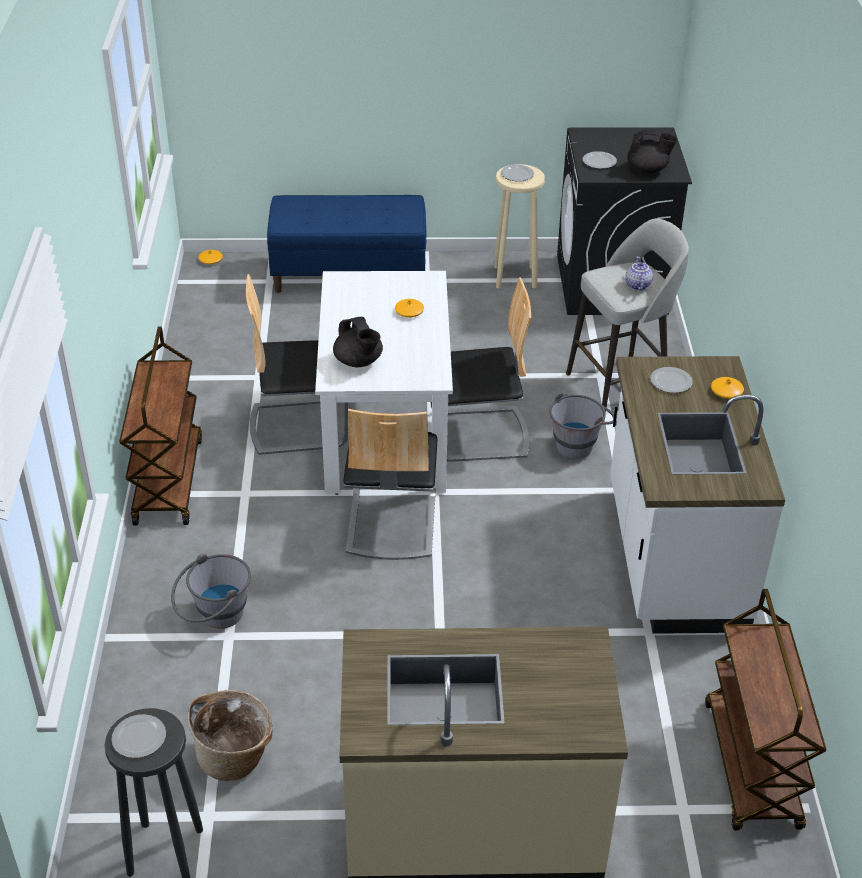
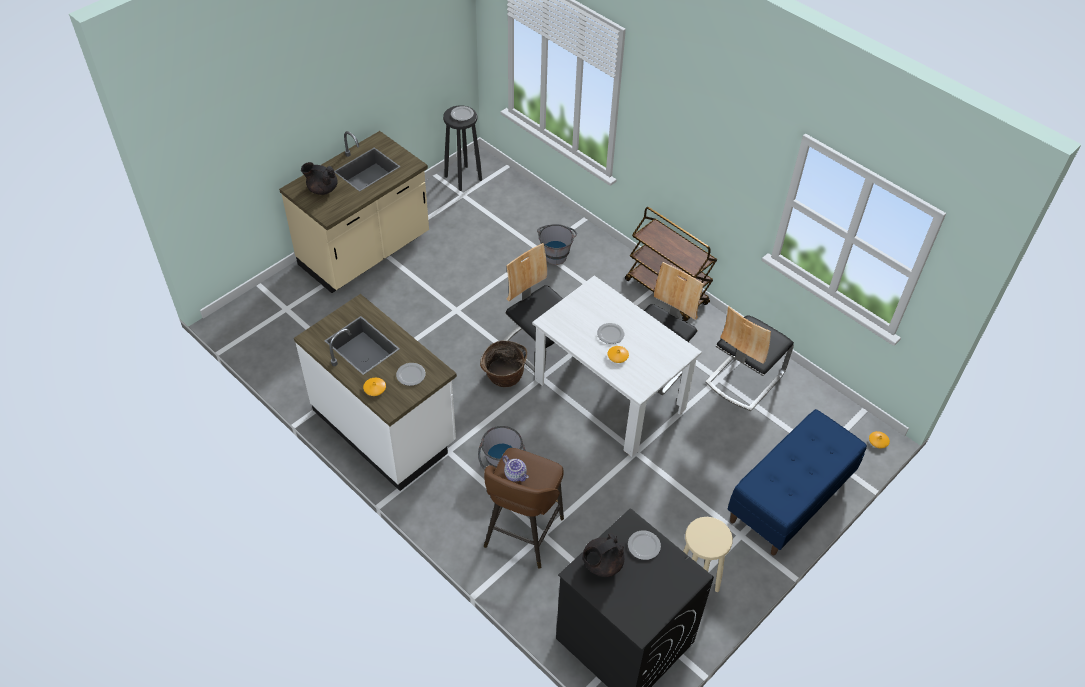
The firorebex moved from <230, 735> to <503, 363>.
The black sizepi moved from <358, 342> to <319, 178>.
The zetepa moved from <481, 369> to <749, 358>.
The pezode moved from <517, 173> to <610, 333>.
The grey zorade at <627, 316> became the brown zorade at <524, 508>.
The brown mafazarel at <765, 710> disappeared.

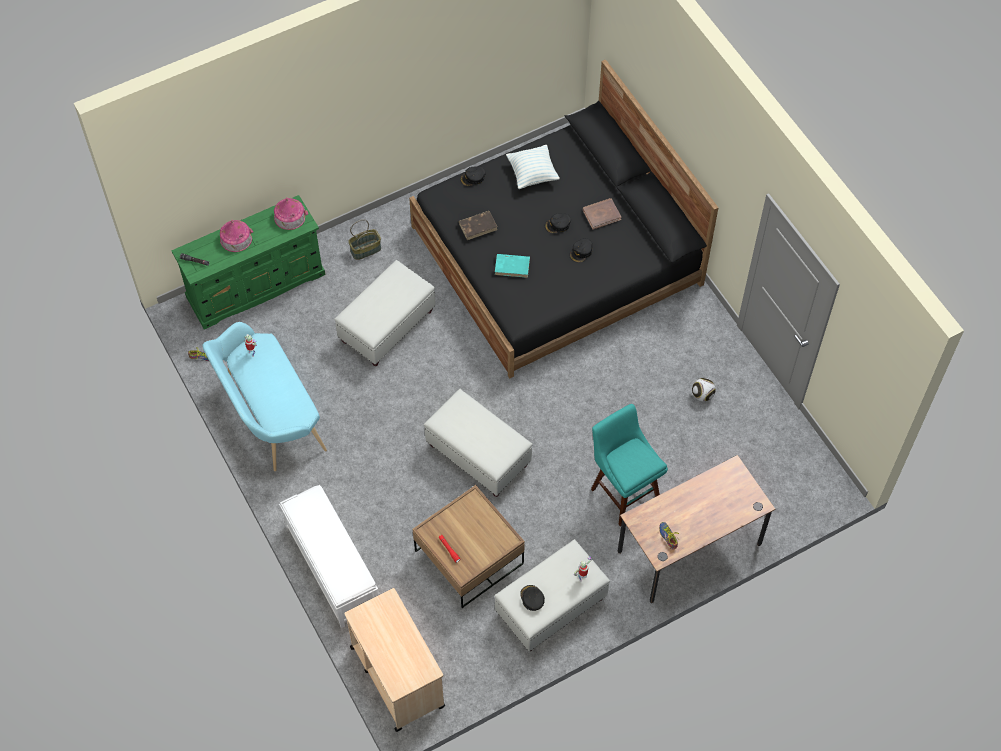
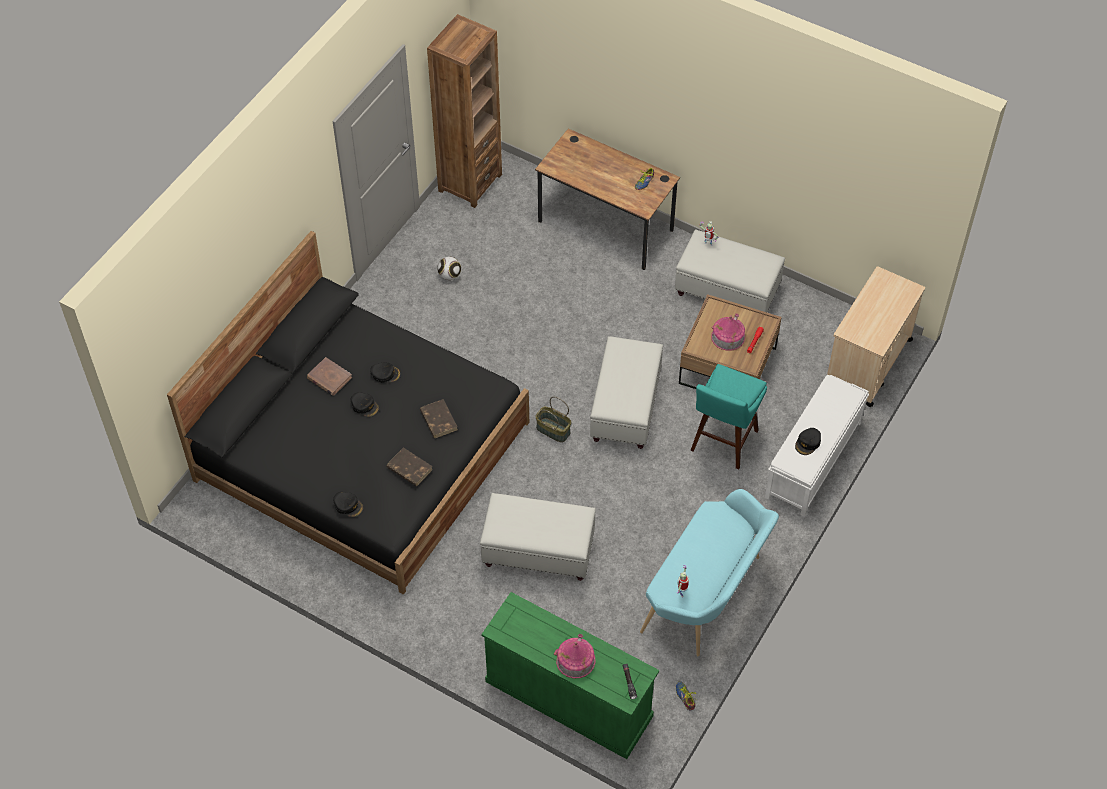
The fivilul moved from <291, 213> to <728, 332>.
The firorebex moved from <364, 240> to <553, 419>.
The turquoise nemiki at <512, 266> became the brown nemiki at <439, 418>.
The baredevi at <533, 167> disappeared.
The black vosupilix moved from <532, 598> to <808, 441>.
The turquoise zorade moved from <629, 465> to <728, 417>.
The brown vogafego at <464, 111> appeared.

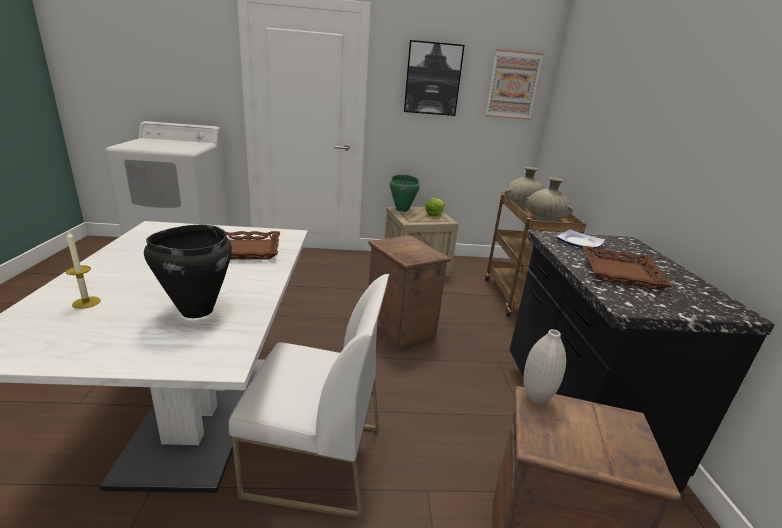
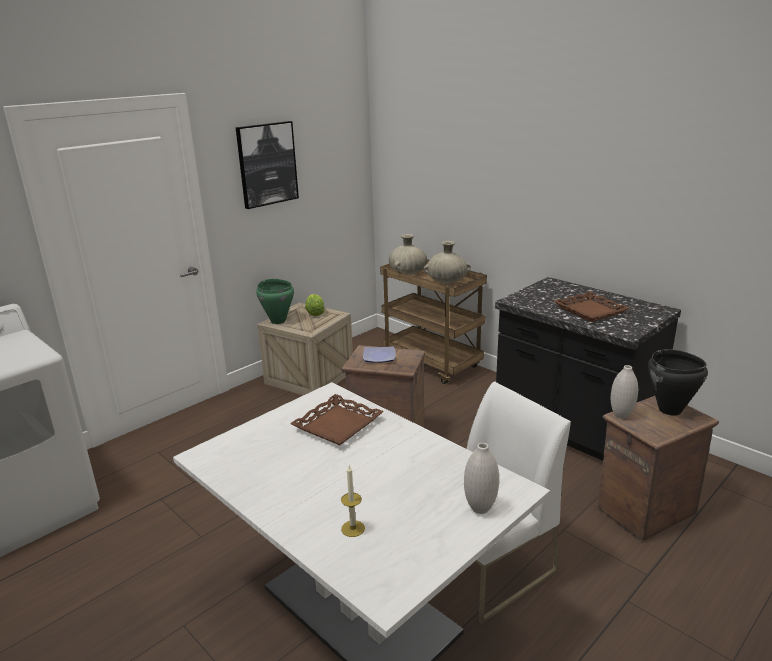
The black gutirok moved from <188, 271> to <678, 382>.
The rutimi at <514, 84> disappeared.
The pezode moved from <580, 239> to <379, 354>.
The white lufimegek at <481, 478> appeared.

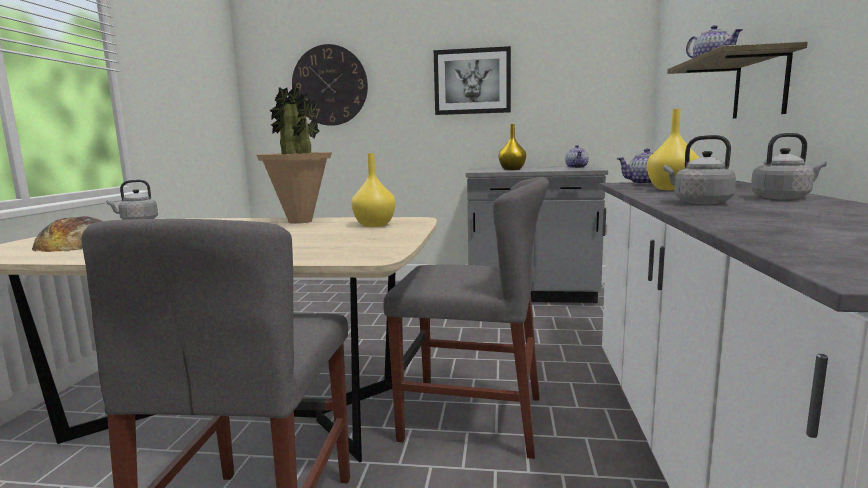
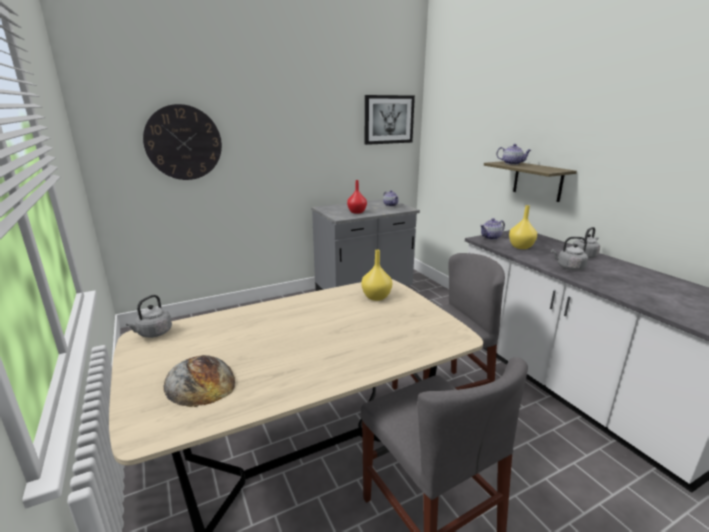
The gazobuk at <294, 153> disappeared.
The rutimi moved from <472, 80> to <389, 120>.
The yellow lufimegek at <512, 147> became the red lufimegek at <357, 197>.

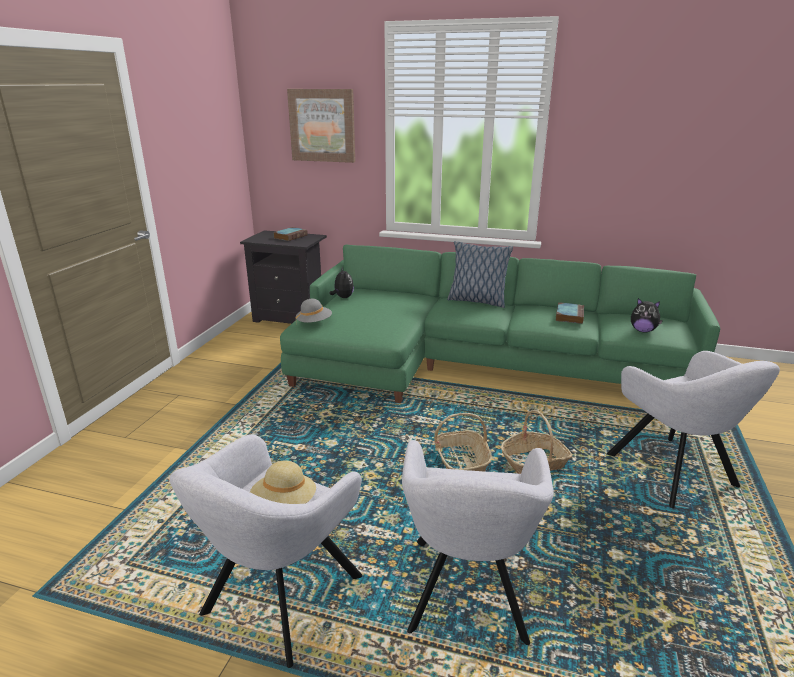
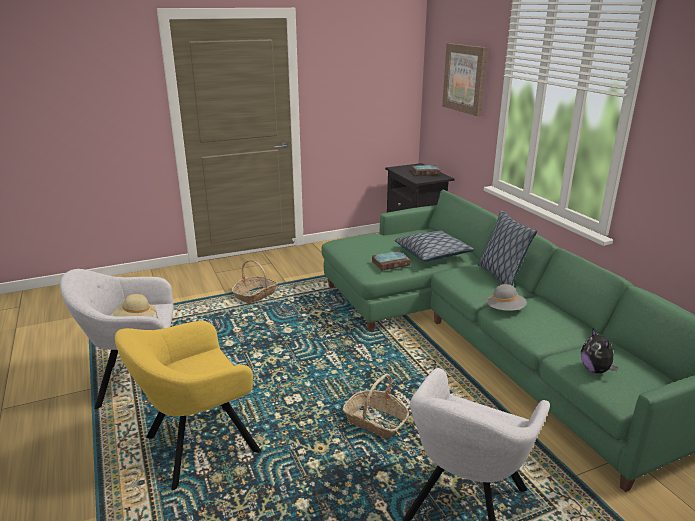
The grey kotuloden moved from <314, 311> to <506, 297>.
The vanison at <342, 283> disappeared.
The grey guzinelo at <478, 542> became the yellow guzinelo at <188, 405>.
The firorebex moved from <463, 442> to <255, 282>.
The nemiki moved from <570, 313> to <390, 261>.
The baredevi at <434, 246> appeared.

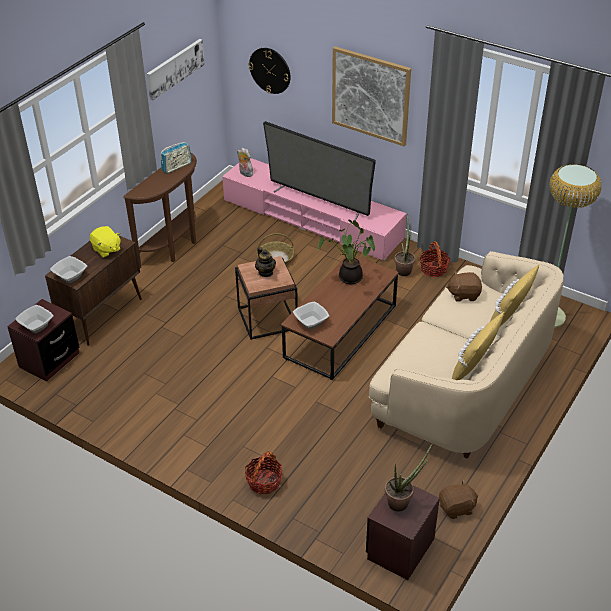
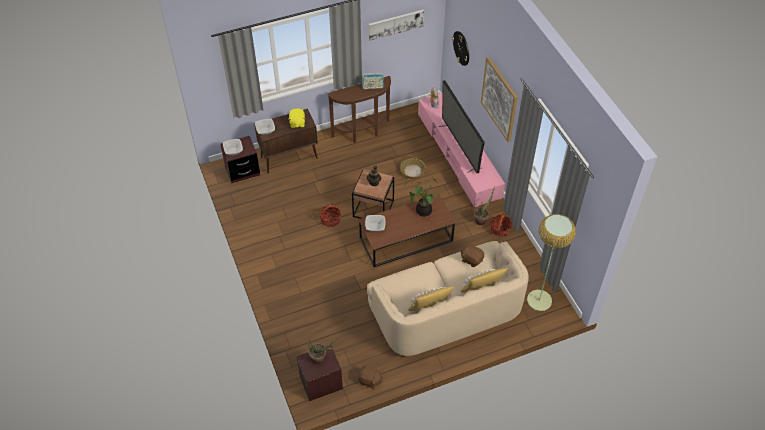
The firorebex moved from <264, 473> to <330, 216>.

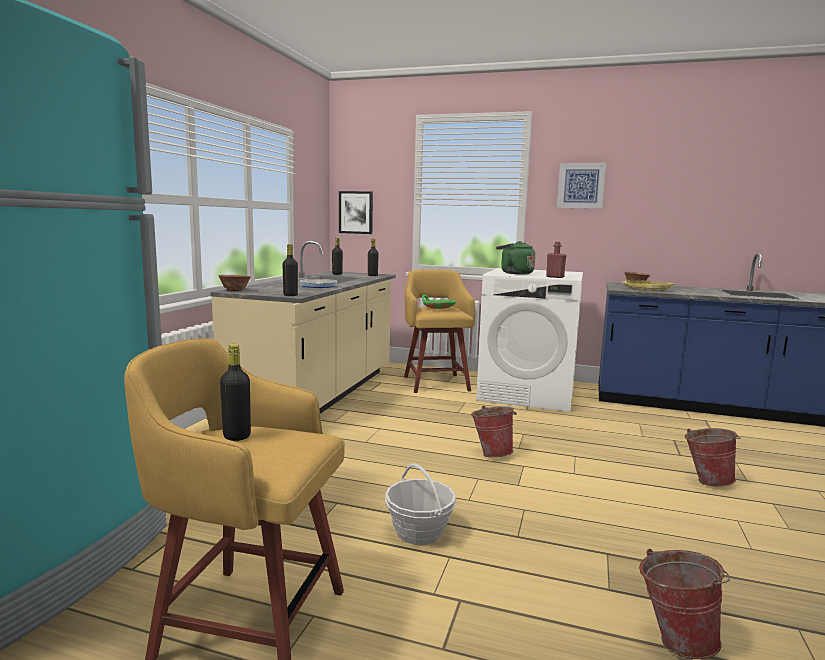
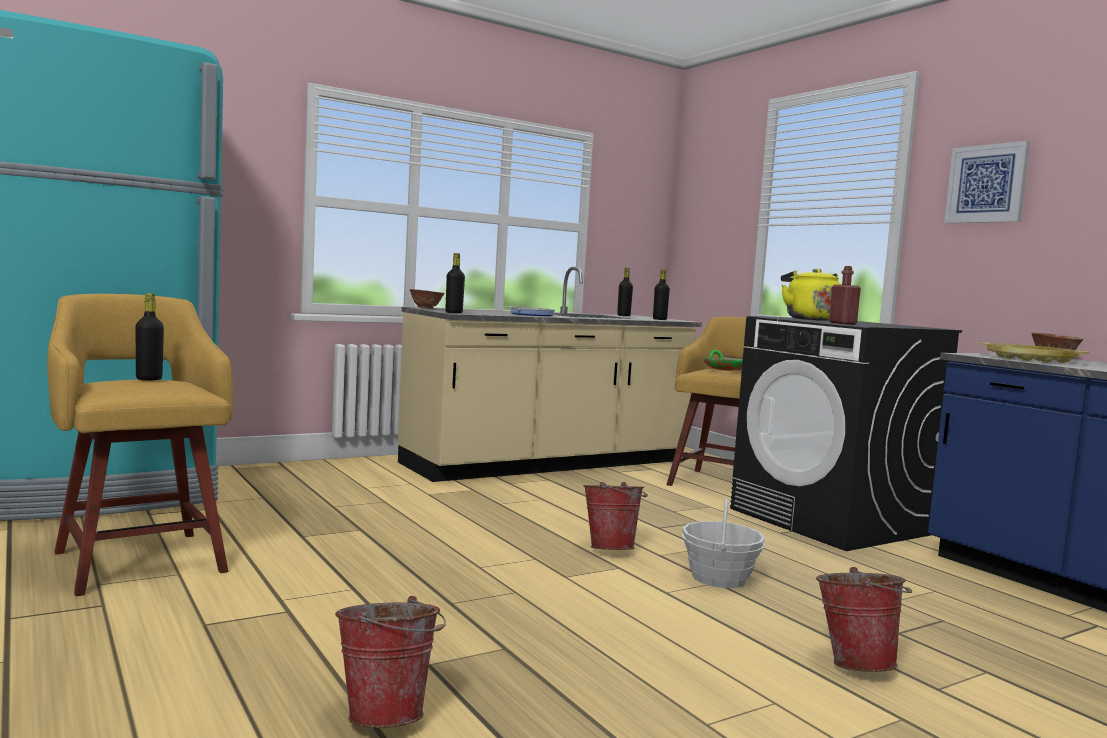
The rutimi at <356, 212> disappeared.
The firorebex moved from <420, 504> to <723, 543>.
The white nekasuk at <529, 340> became the black nekasuk at <846, 433>.
The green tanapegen at <516, 257> became the yellow tanapegen at <811, 295>.

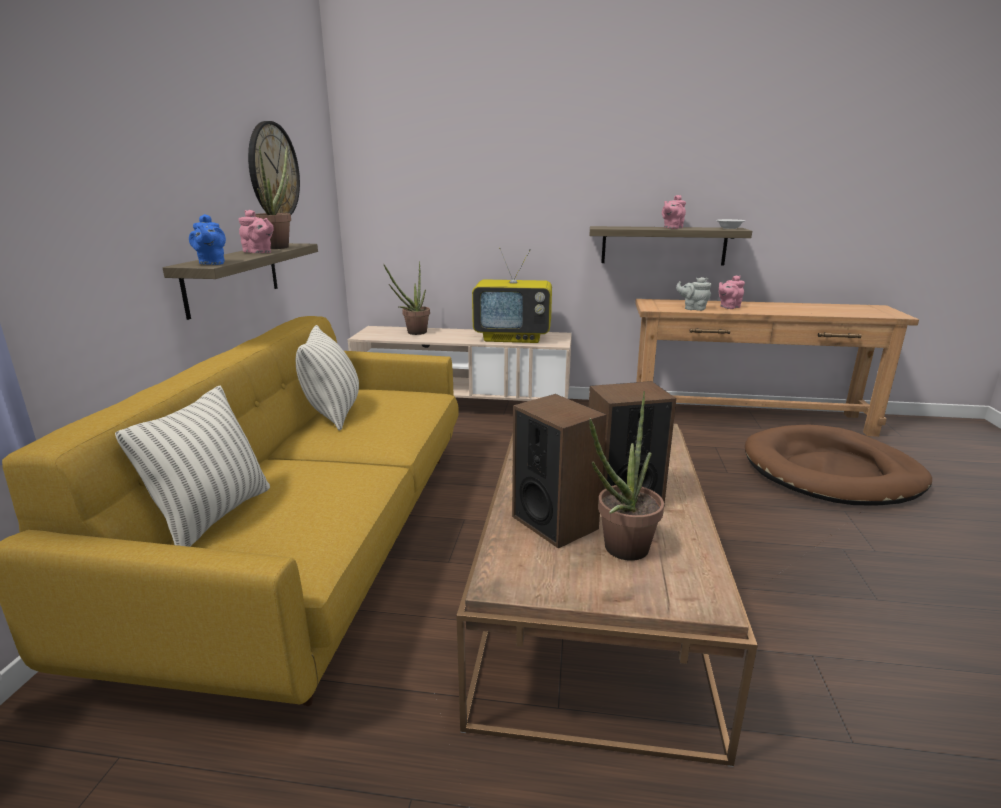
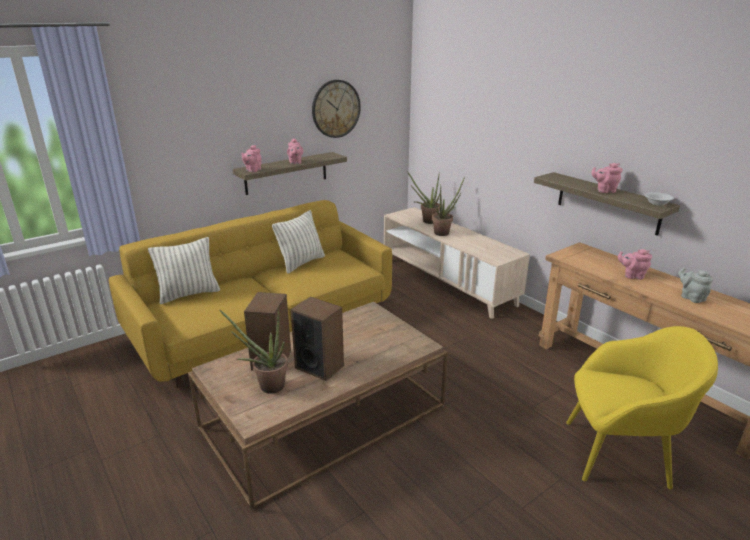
The blue sizepi at <207, 239> became the pink sizepi at <251, 158>.
The gazobuk moved from <273, 197> to <448, 206>.
The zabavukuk at <512, 295> disappeared.
The grey sizepi moved from <693, 294> to <695, 285>.
The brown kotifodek at <838, 465> was replaced by the yellow guzinelo at <642, 408>.

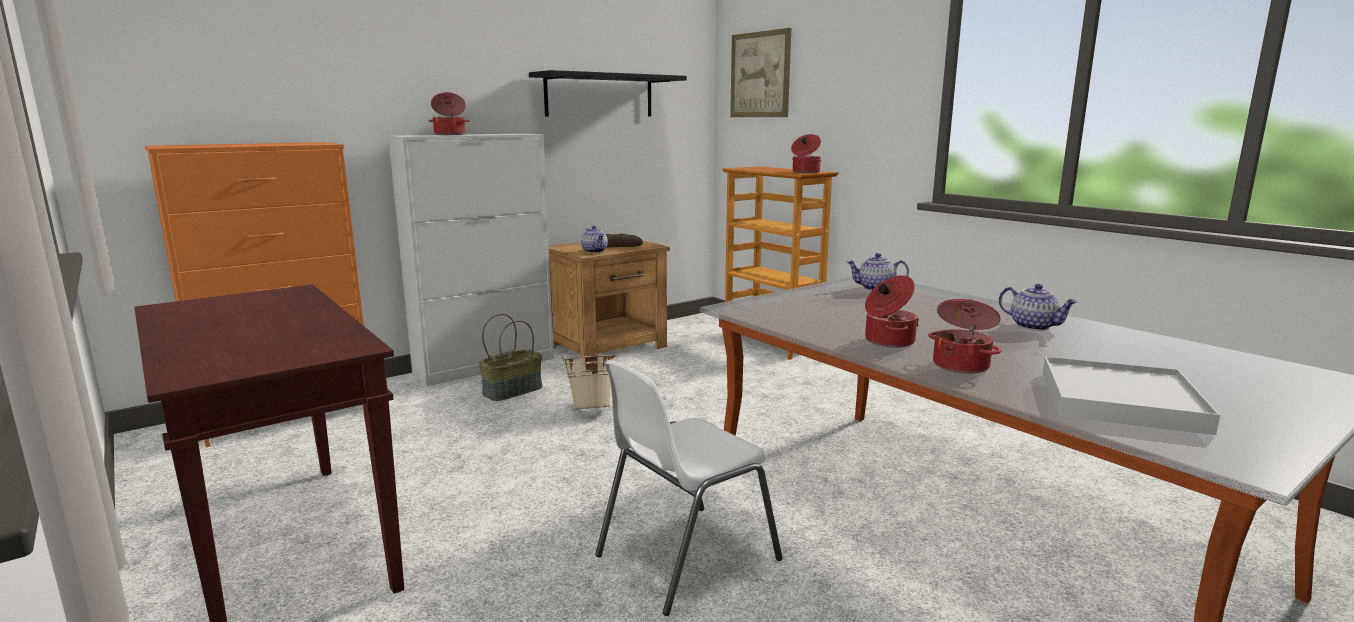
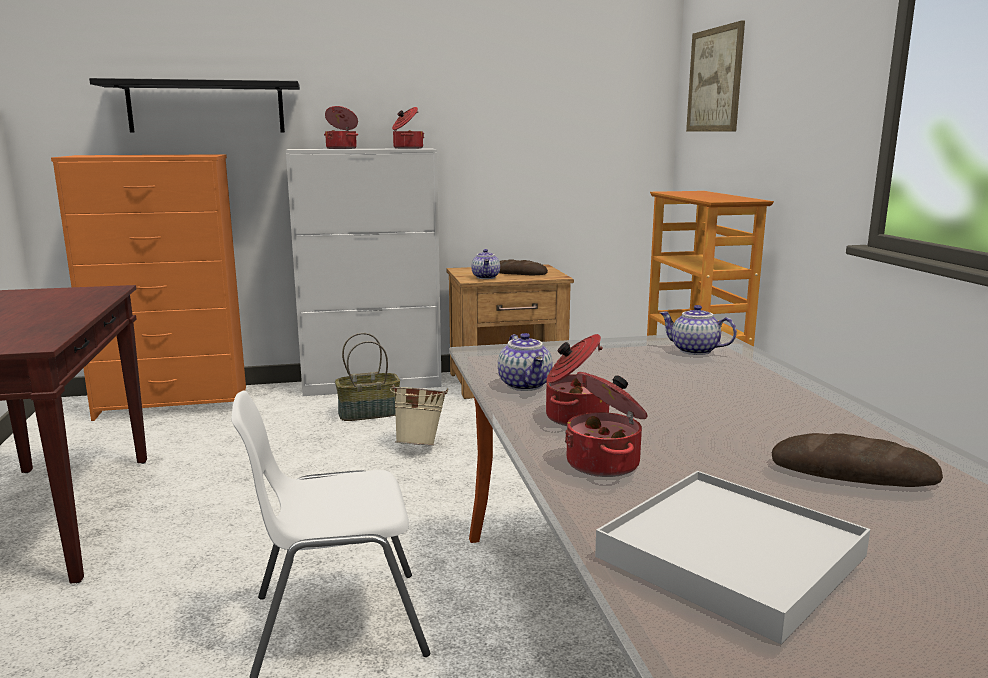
The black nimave moved from <608, 93> to <194, 105>.
The gutirok moved from <806, 153> to <408, 128>.
The sizepi moved from <1038, 307> to <525, 362>.
The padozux at <857, 460> appeared.

